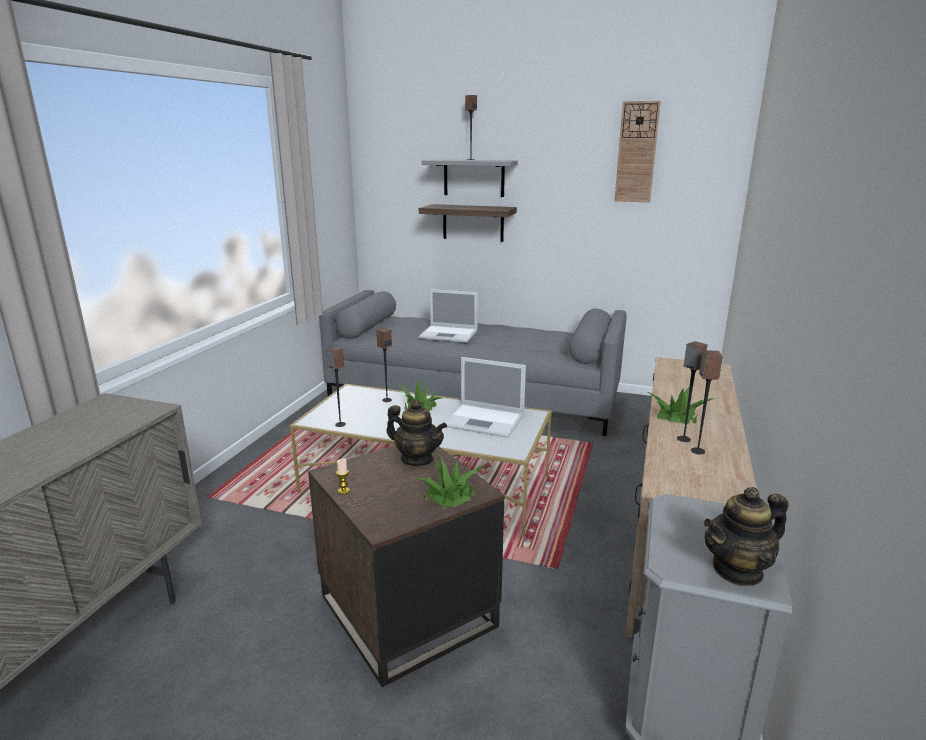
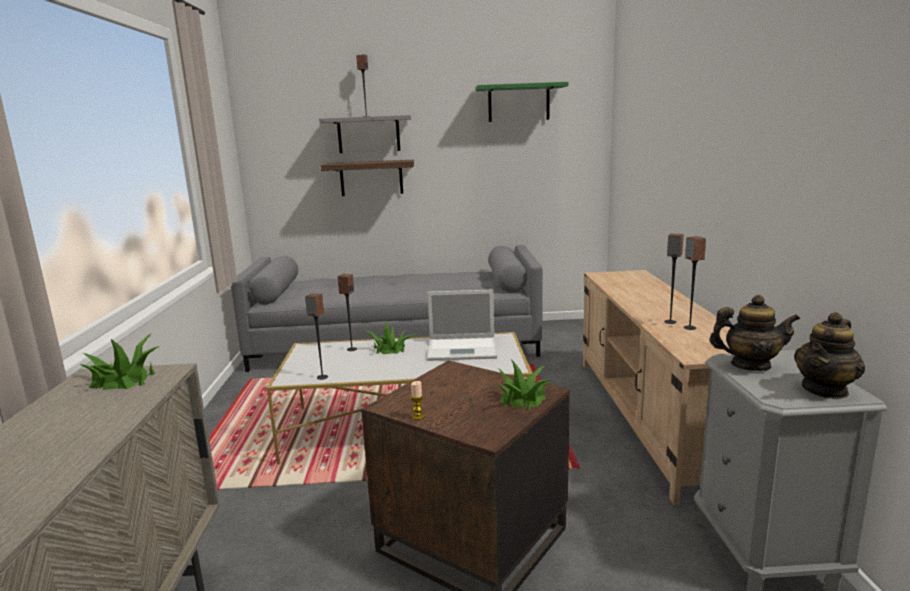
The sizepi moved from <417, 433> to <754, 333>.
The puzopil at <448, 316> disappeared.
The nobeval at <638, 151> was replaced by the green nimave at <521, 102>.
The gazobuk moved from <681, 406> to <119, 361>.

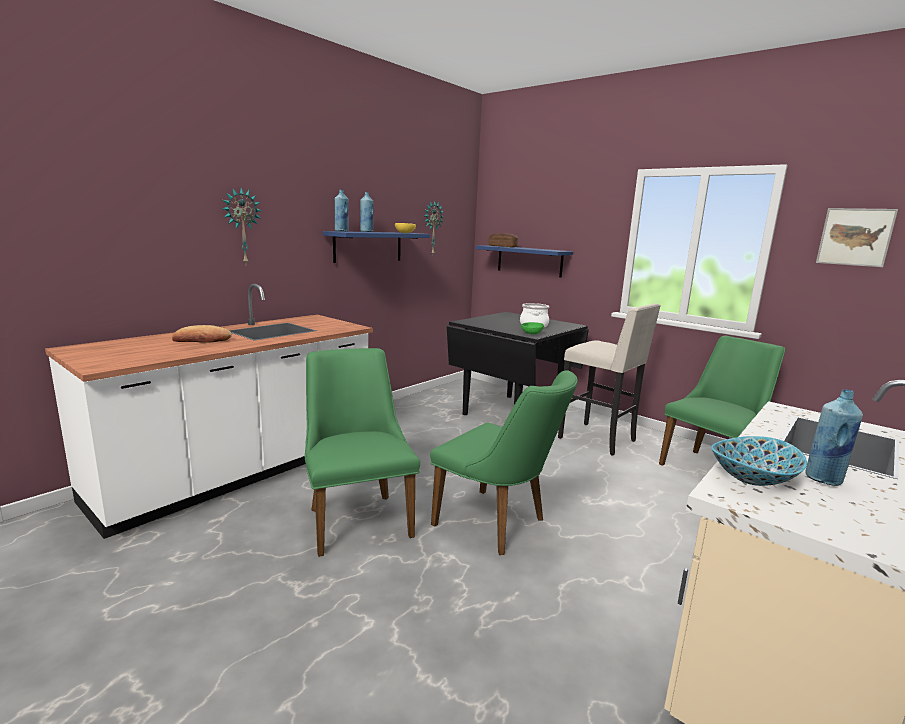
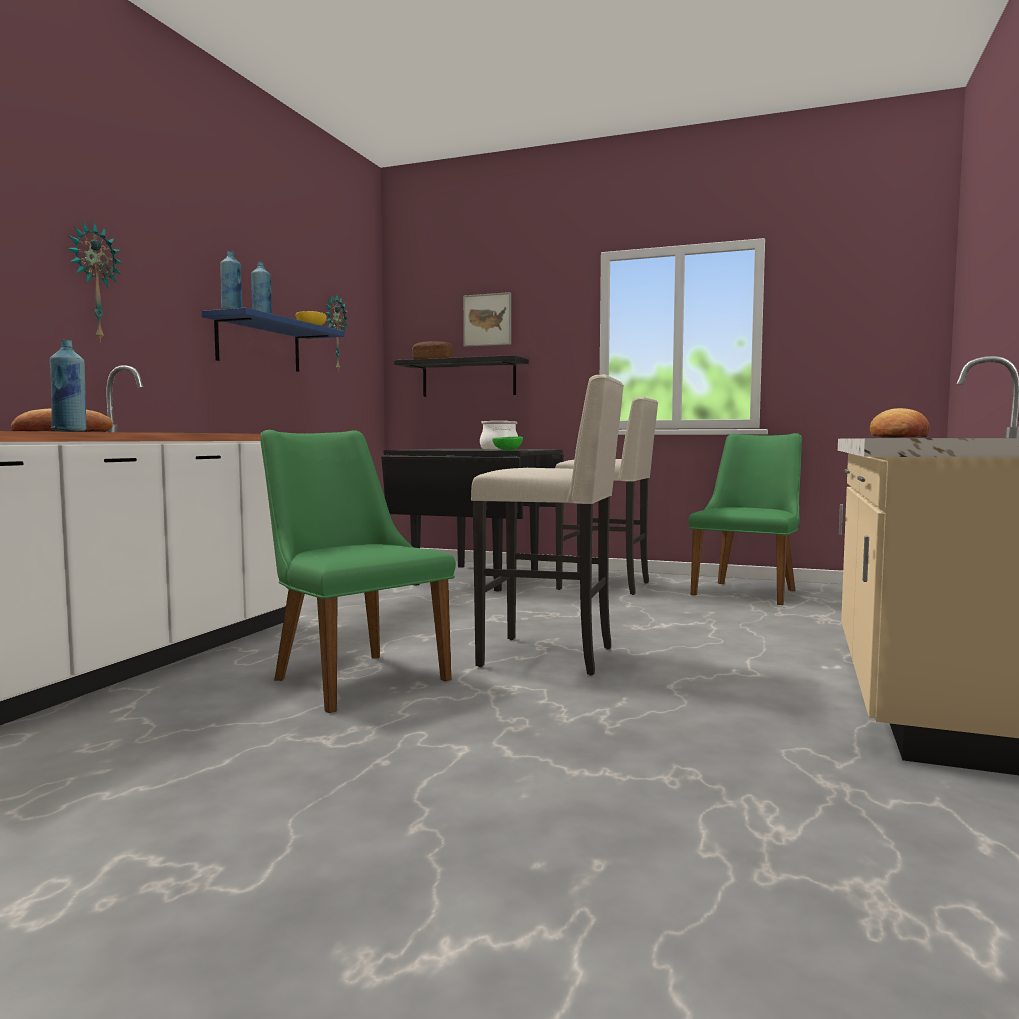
The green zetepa at <504, 462> was replaced by the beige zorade at <547, 525>.
The blue nimave at <524, 261> became the black nimave at <461, 376>.
The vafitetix at <759, 461> was replaced by the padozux at <900, 423>.
The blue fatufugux moved from <834, 437> to <68, 385>.
The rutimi moved from <857, 237> to <487, 319>.

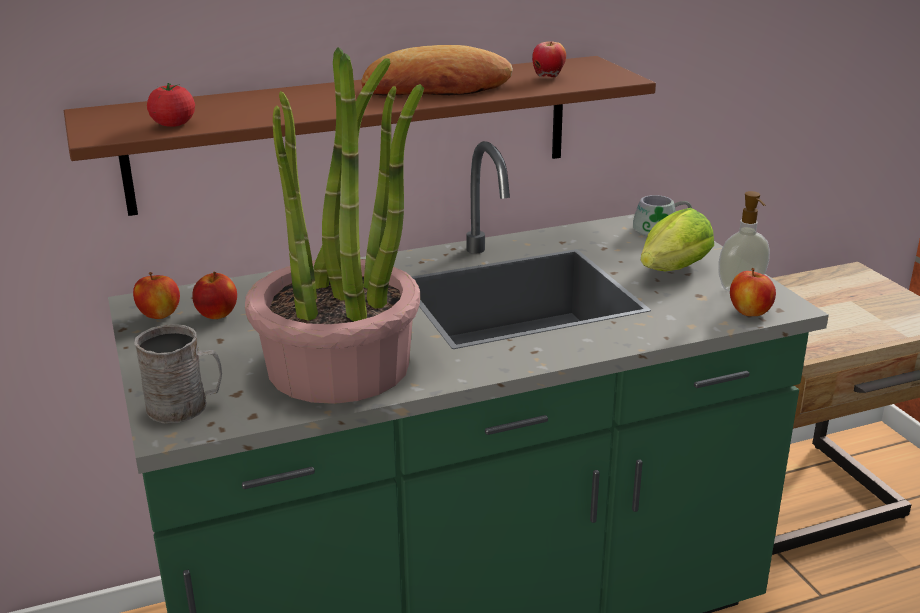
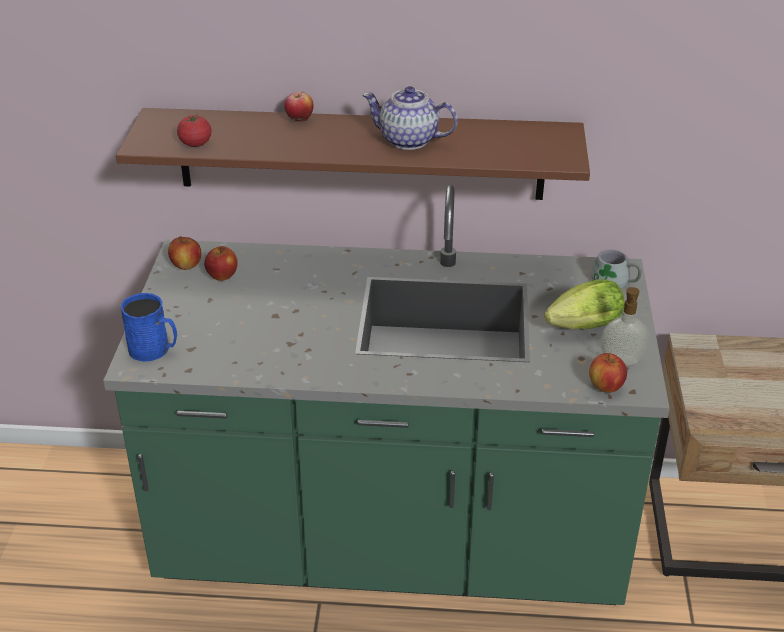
The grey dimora at <178, 374> became the blue dimora at <149, 327>.
The gazobuk at <334, 225> disappeared.
The padozux at <437, 70> was replaced by the sizepi at <410, 118>.
The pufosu moved from <549, 59> to <299, 107>.

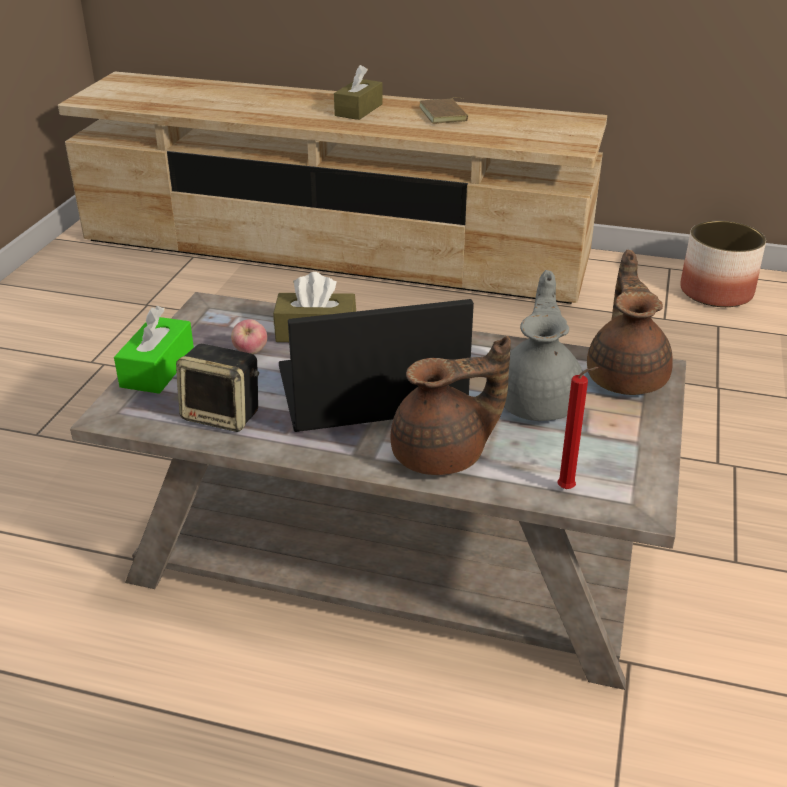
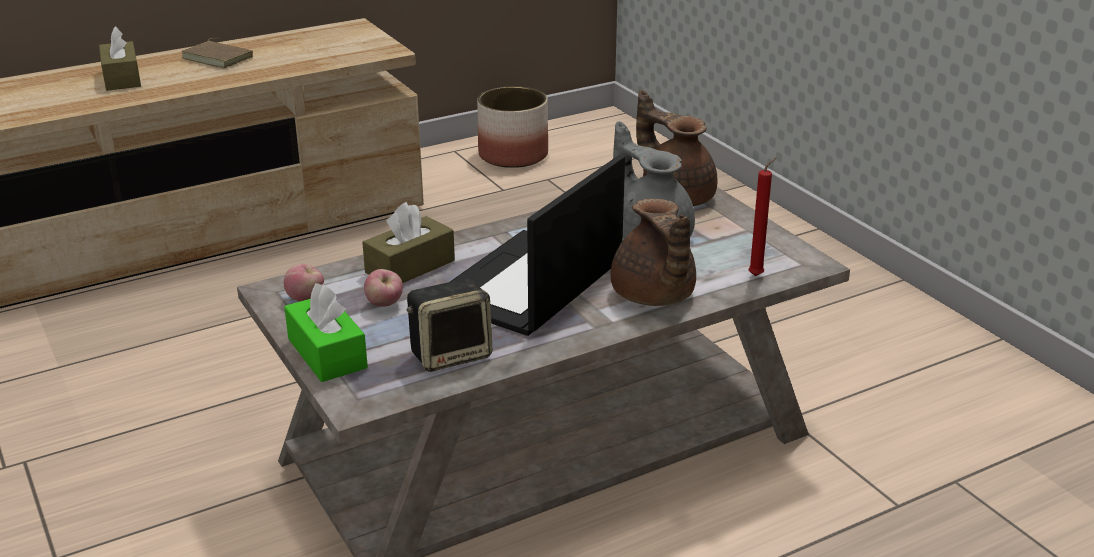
The brown sizepi at <451, 405> turned 135 degrees clockwise.
The pufosu at <304, 282> appeared.

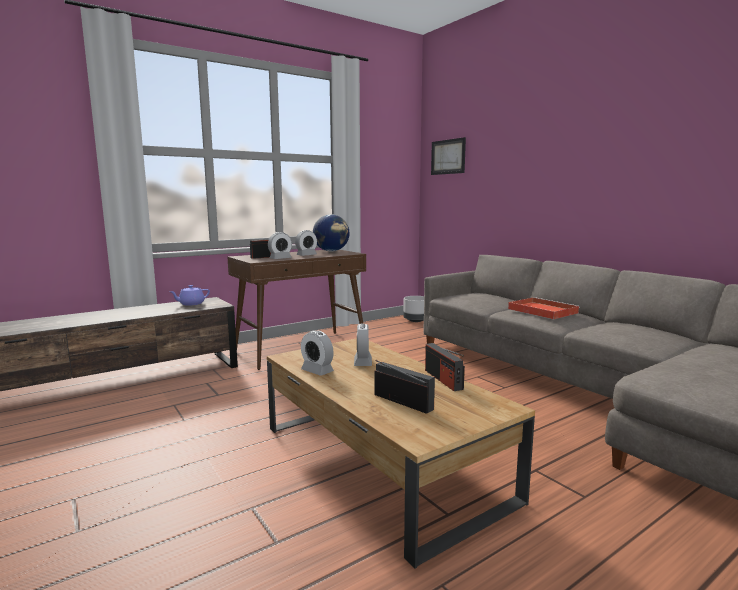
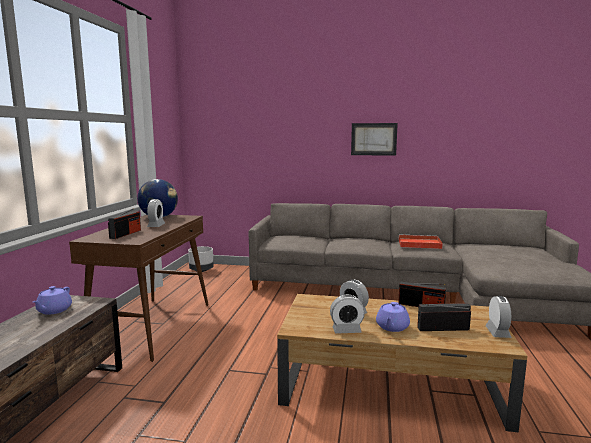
The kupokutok moved from <280, 245> to <498, 317>.
The rutimi moved from <448, 156> to <374, 139>.
The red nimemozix moved from <544, 308> to <420, 241>.
The purple sizepi at <393, 317> appeared.

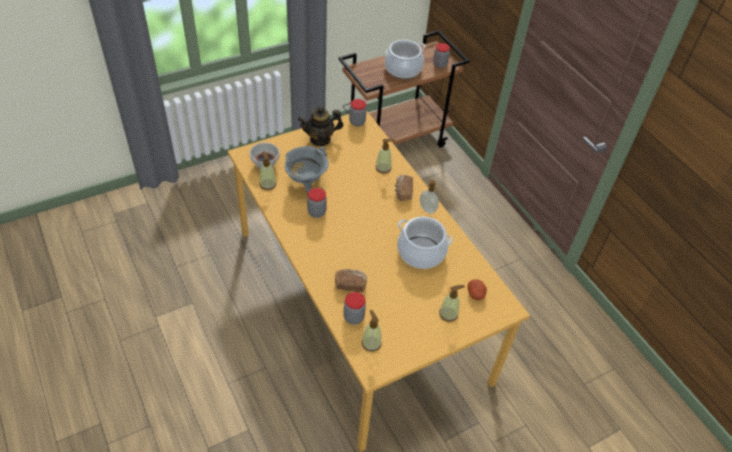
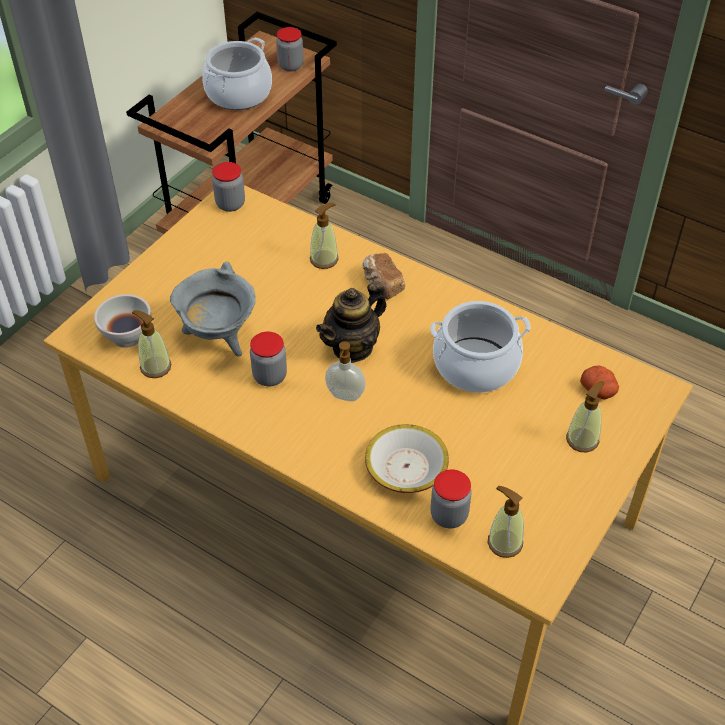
The sizepi moved from <320, 126> to <351, 322>.
The padozux at <351, 280> was replaced by the vafitetix at <407, 458>.
The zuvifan moved from <429, 197> to <345, 371>.

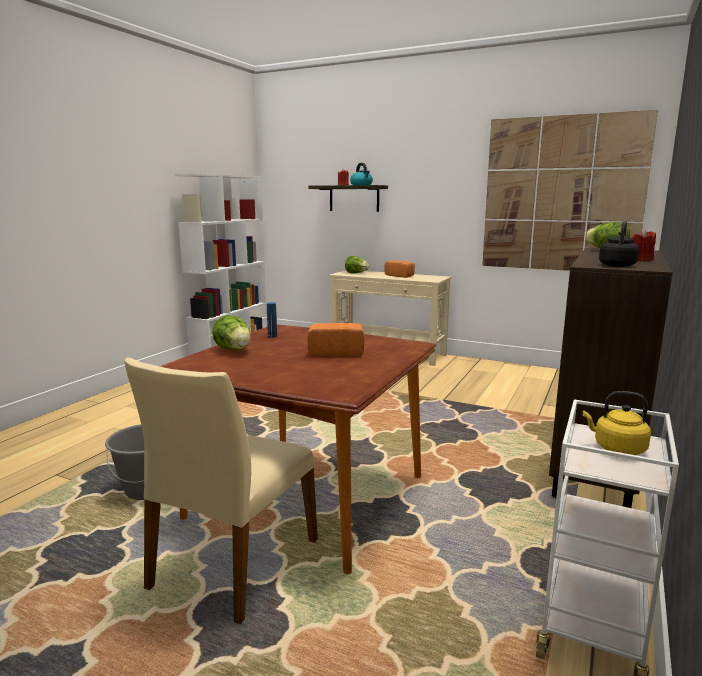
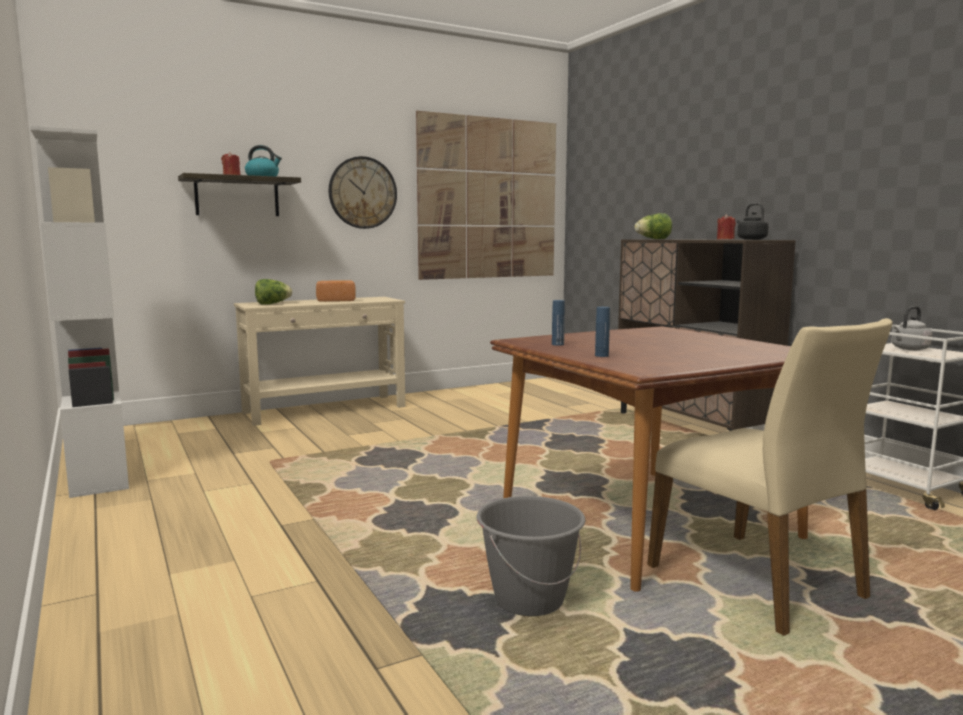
The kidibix at <231, 332> was replaced by the blue fatufugux at <602, 332>.
The padozux at <336, 339> disappeared.
The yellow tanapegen at <617, 423> became the grey tanapegen at <912, 328>.
The nobeval at <363, 192> appeared.

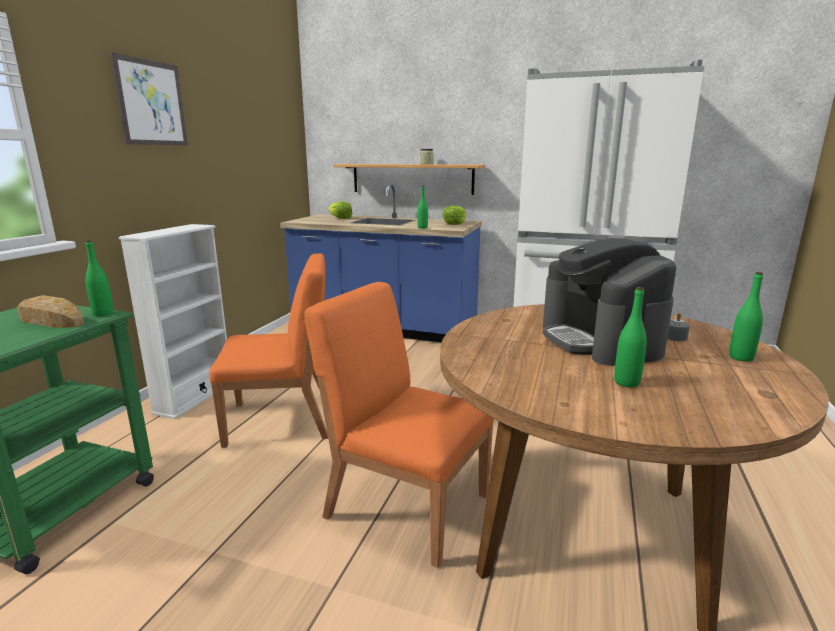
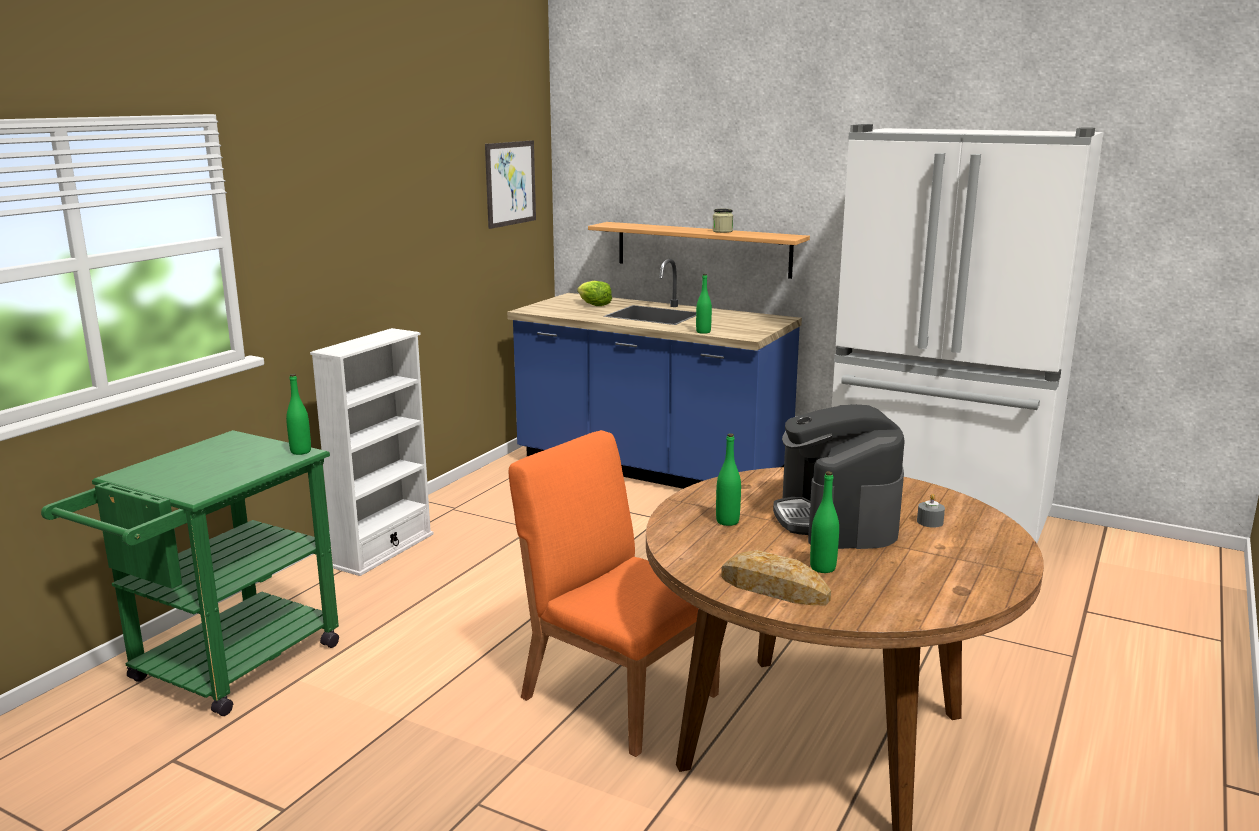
The padozux moved from <50, 311> to <776, 577>.
The rutimi moved from <149, 99> to <510, 184>.
The orange zetepa at <268, 350> disappeared.
The kidibix at <454, 215> disappeared.
The green fatufugux moved from <746, 317> to <728, 479>.

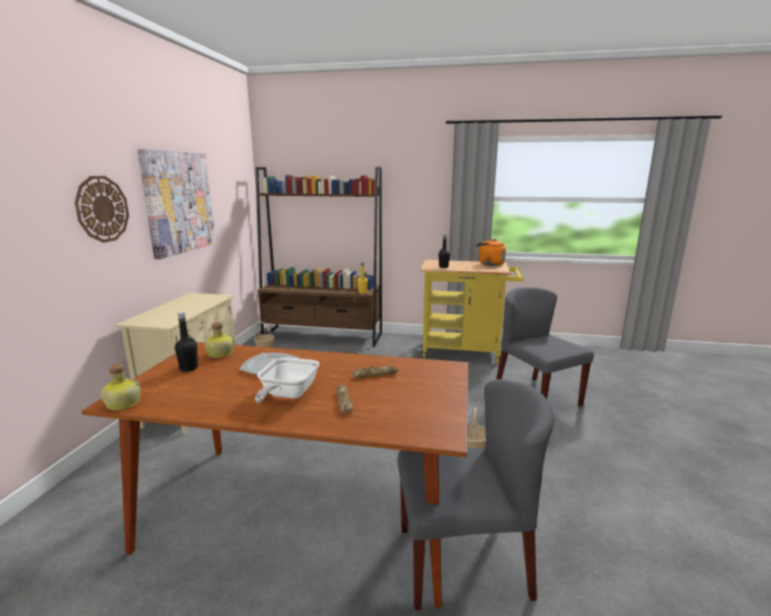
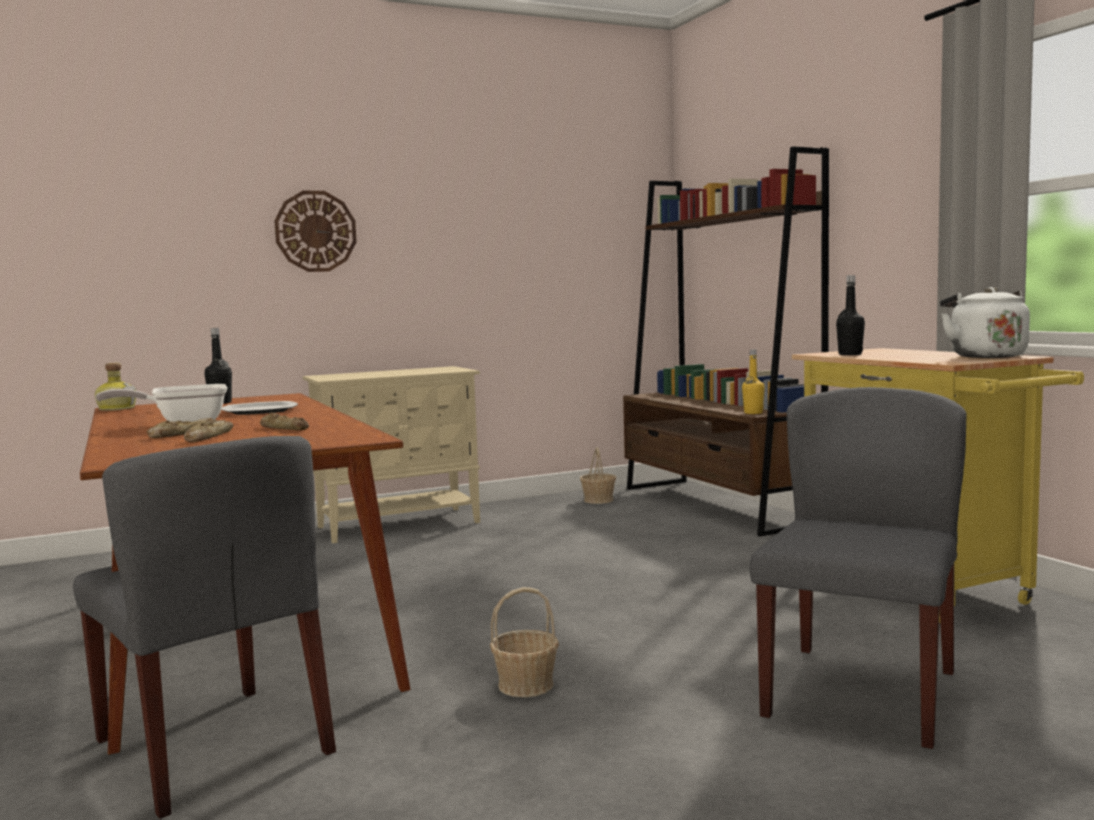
The rutimi at <176, 204> disappeared.
The fatufugux at <219, 340> disappeared.
The orange tanapegen at <491, 252> became the white tanapegen at <985, 322>.
The padozux at <209, 431> appeared.

